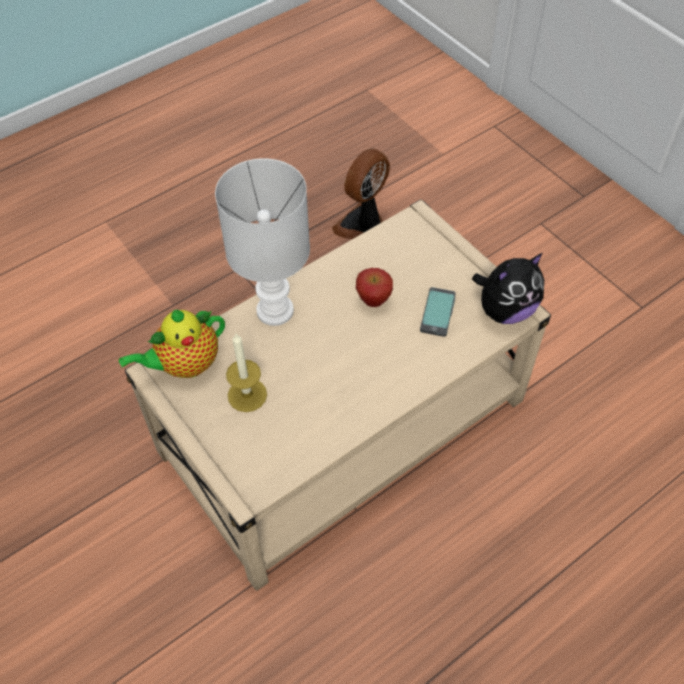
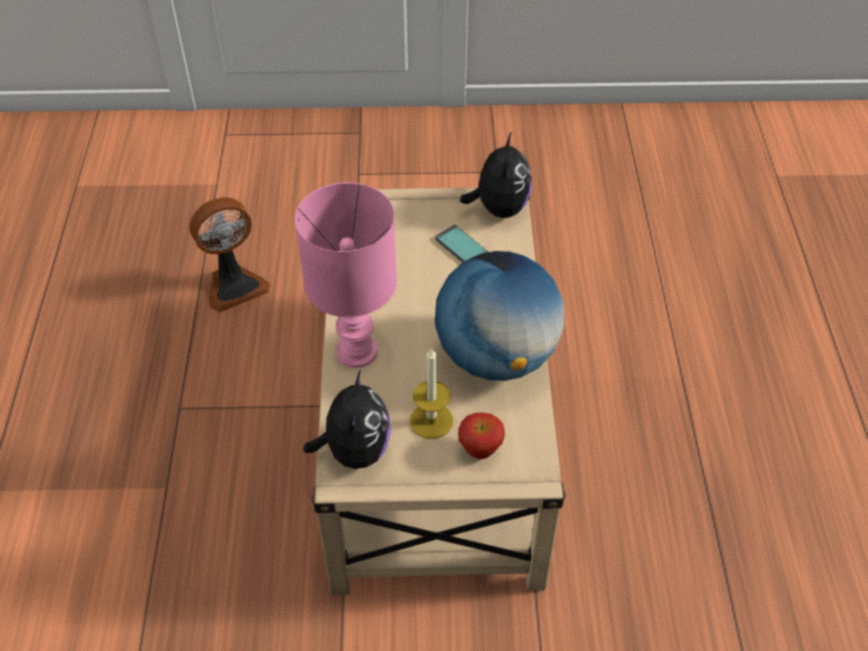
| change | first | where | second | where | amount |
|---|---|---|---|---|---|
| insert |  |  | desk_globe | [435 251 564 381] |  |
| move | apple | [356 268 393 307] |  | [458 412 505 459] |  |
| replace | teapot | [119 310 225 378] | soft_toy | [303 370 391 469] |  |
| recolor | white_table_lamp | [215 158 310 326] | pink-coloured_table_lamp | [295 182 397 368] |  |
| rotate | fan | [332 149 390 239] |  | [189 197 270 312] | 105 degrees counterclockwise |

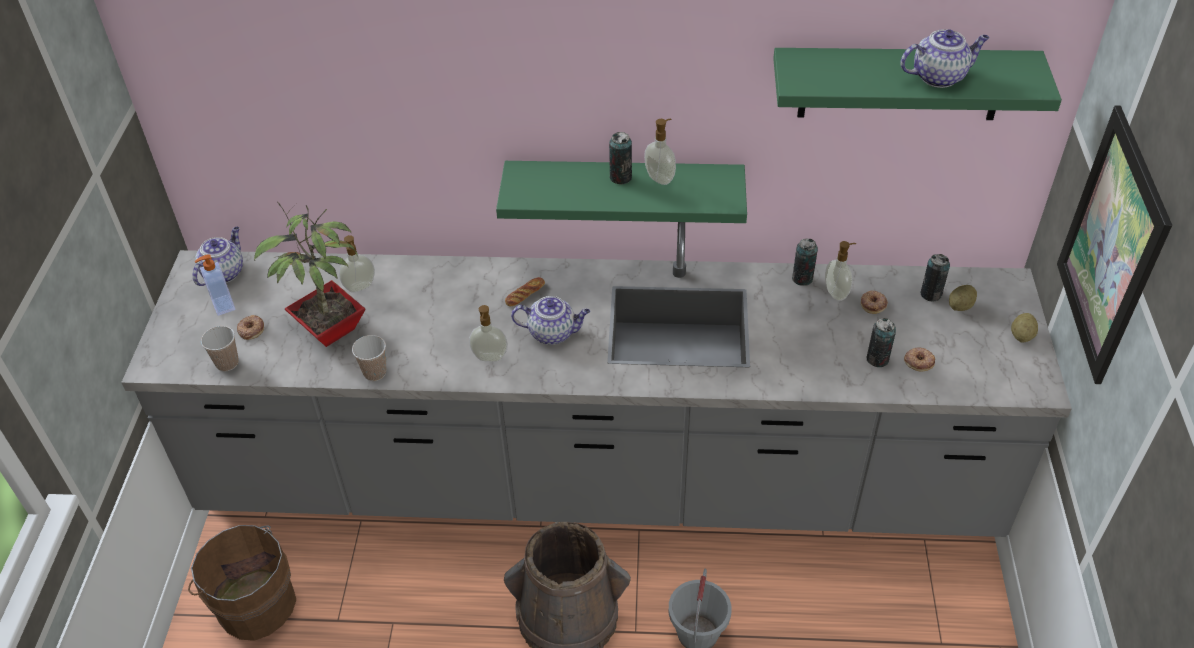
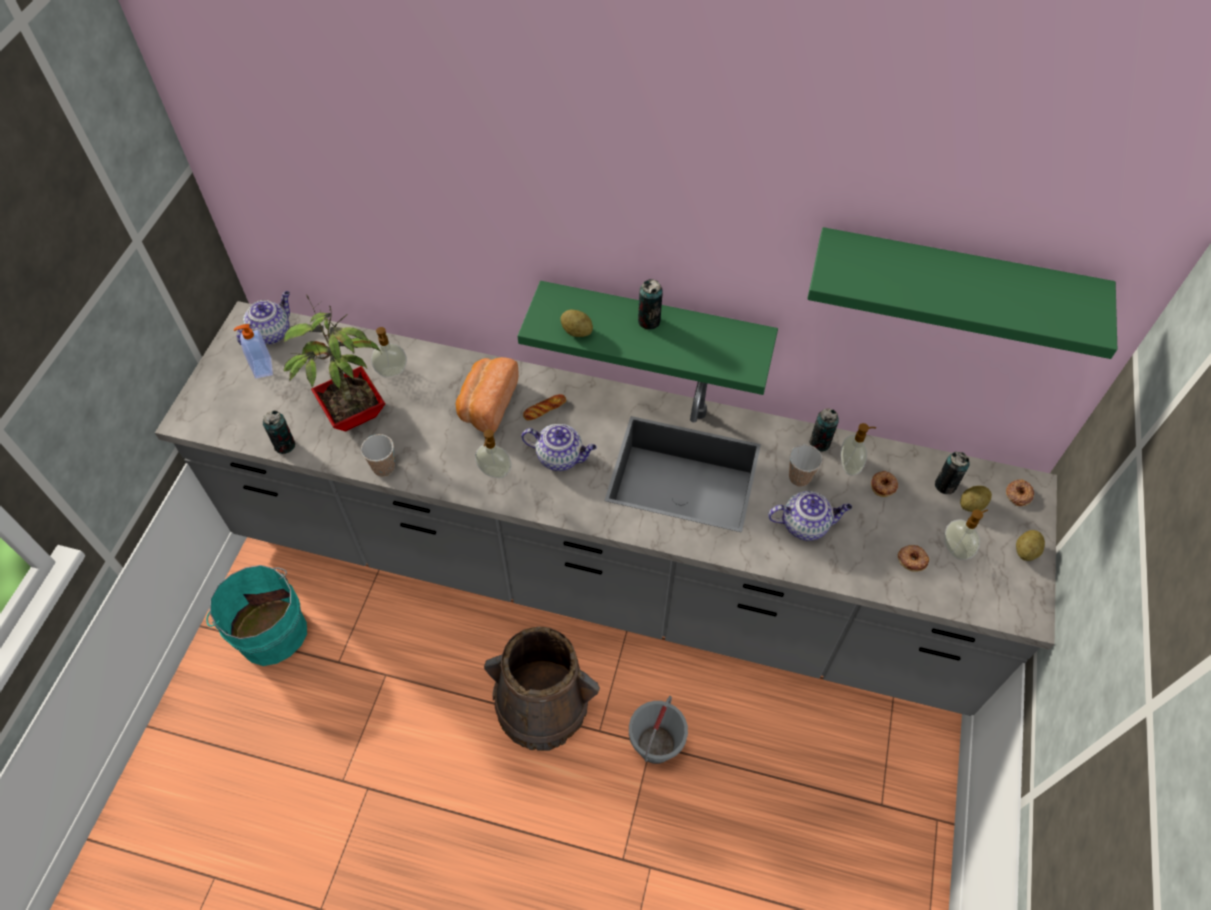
| change | first | where | second | where | amount |
|---|---|---|---|---|---|
| delete | wall_art | [1057 106 1172 384] |  |  |  |
| insert |  |  | bakery_bread | [456 357 519 432] |  |
| insert |  |  | potato | [560 310 593 337] |  |
| move | drinking_cup | [201 326 238 371] |  | [789 444 823 487] |  |
| move | doughnut | [237 315 264 340] |  | [1006 480 1034 506] |  |
| move | soap_bottle | [644 118 676 185] |  | [944 510 988 560] |  |
| move | can | [867 318 896 367] |  | [263 411 295 454] |  |
| move | teapot | [900 29 989 88] |  | [768 491 852 541] |  |
| recolor | brownish_pail | [188 525 296 641] | turquoise-coloured_pail | [206 565 307 666] |  |

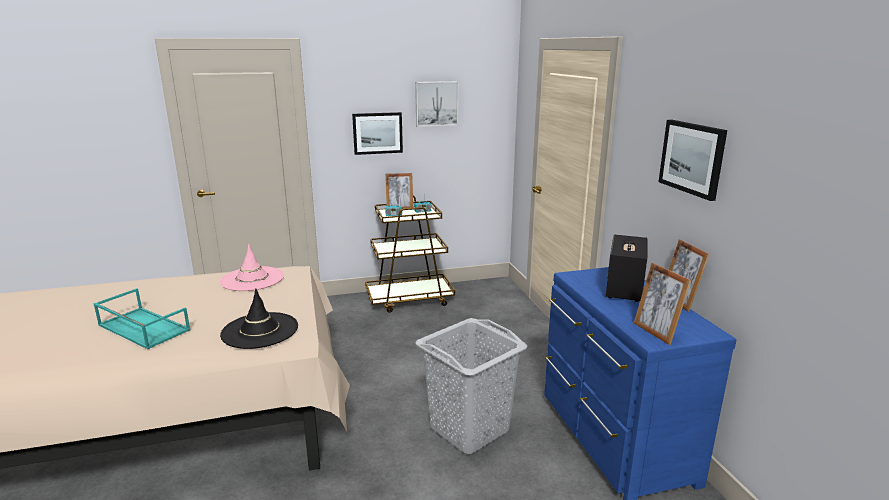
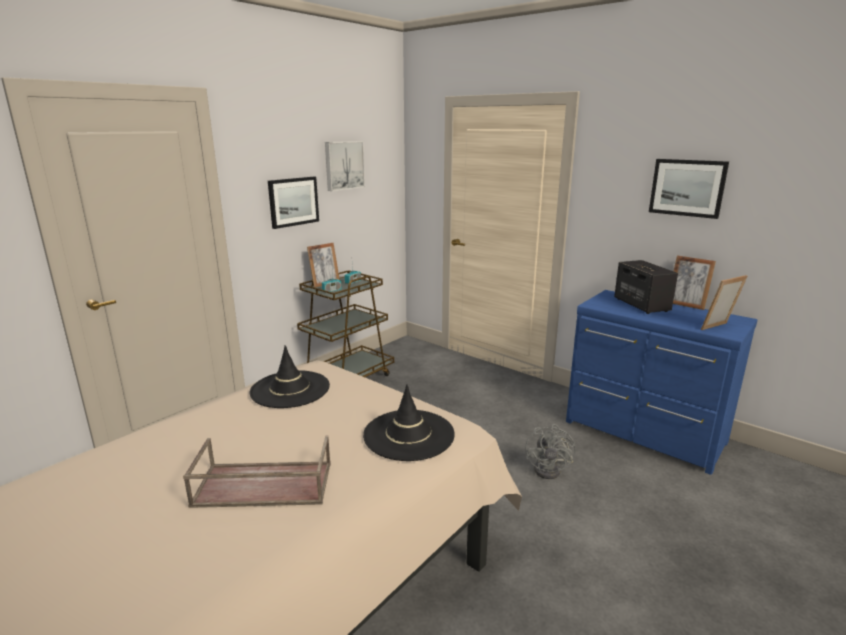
| change | first | where | second | where | amount |
|---|---|---|---|---|---|
| replace | grey_laundry_basket | [415 318 527 454] | grey_fan | [525 424 575 479] |  |
| recolor | turquoise-coloured_tray | [93 288 191 349] | brownish_tray | [183 435 331 508] |  |
| recolor | pink-coloured_hat | [220 244 284 291] | black-coloured_hat | [250 345 330 408] |  |
| rotate | picture_frame | [634 263 691 345] |  | [701 275 748 330] | 120 degrees clockwise |

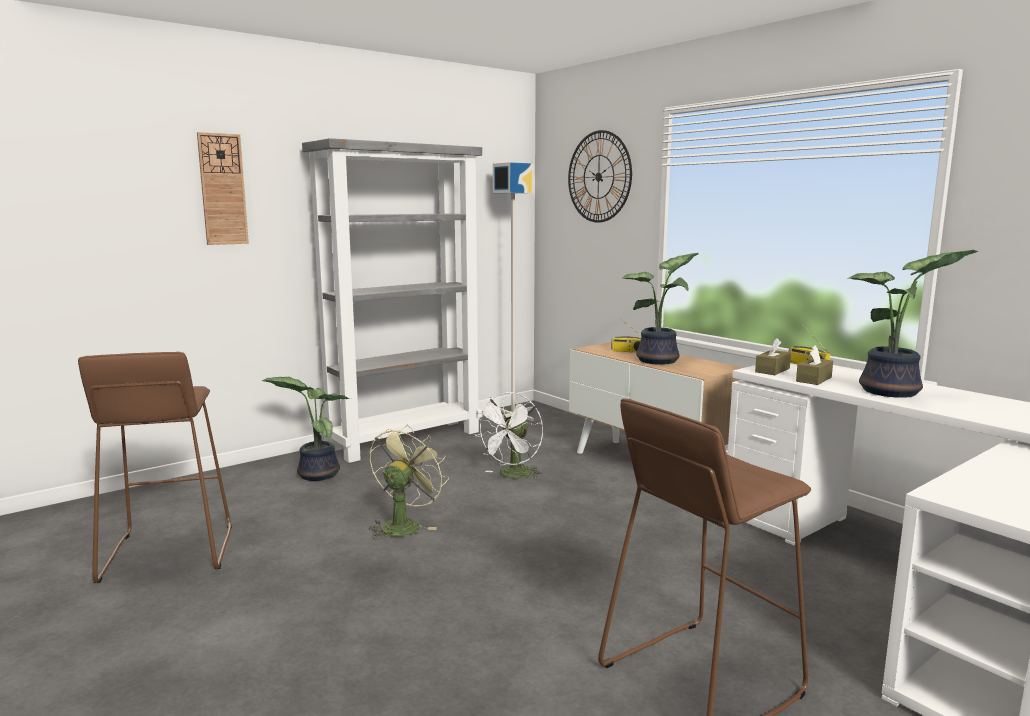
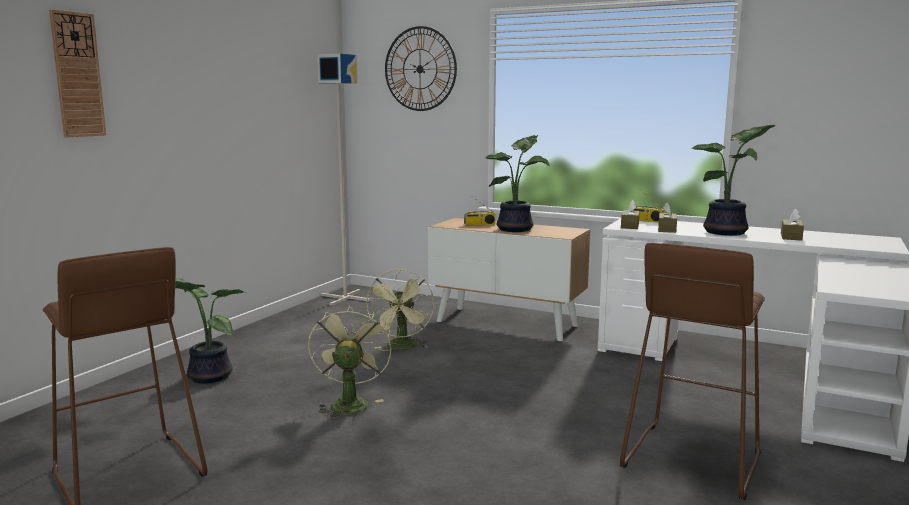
| change | first | where | second | where | amount |
|---|---|---|---|---|---|
| delete | grey_shelving_unit | [302 138 482 463] |  |  |  |
| insert |  |  | brownish_tissue_holder | [781 209 804 241] |  |
| recolor | white_fan | [474 392 543 479] | greenish_fan | [366 269 434 350] |  |

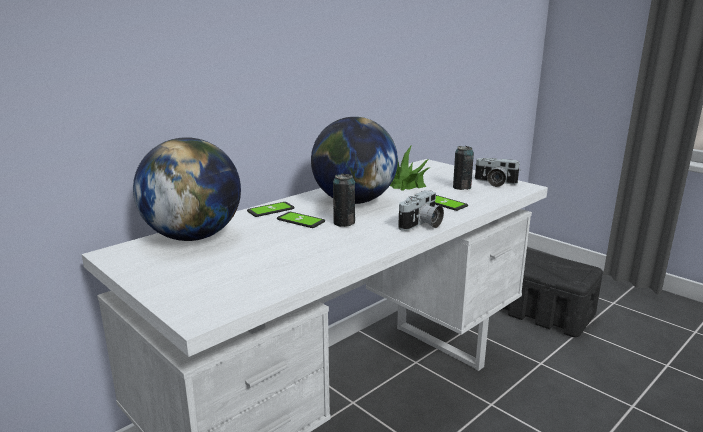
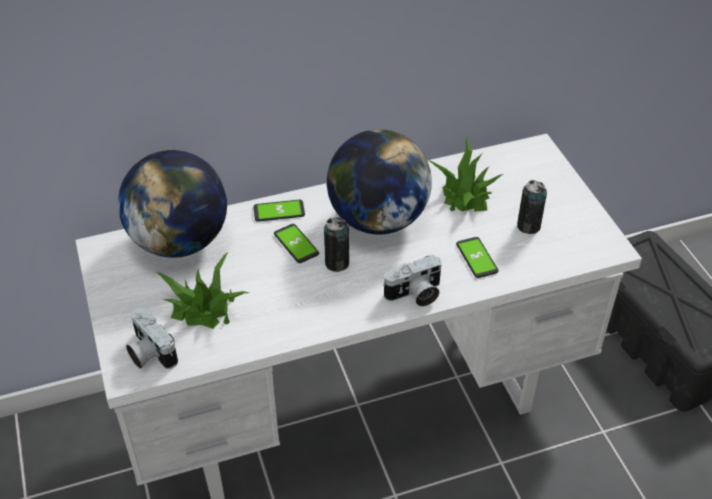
| change | first | where | second | where | amount |
|---|---|---|---|---|---|
| insert |  |  | potted_plant | [155 251 249 329] |  |
| move | photo_camera | [474 158 521 187] |  | [126 308 178 369] |  |

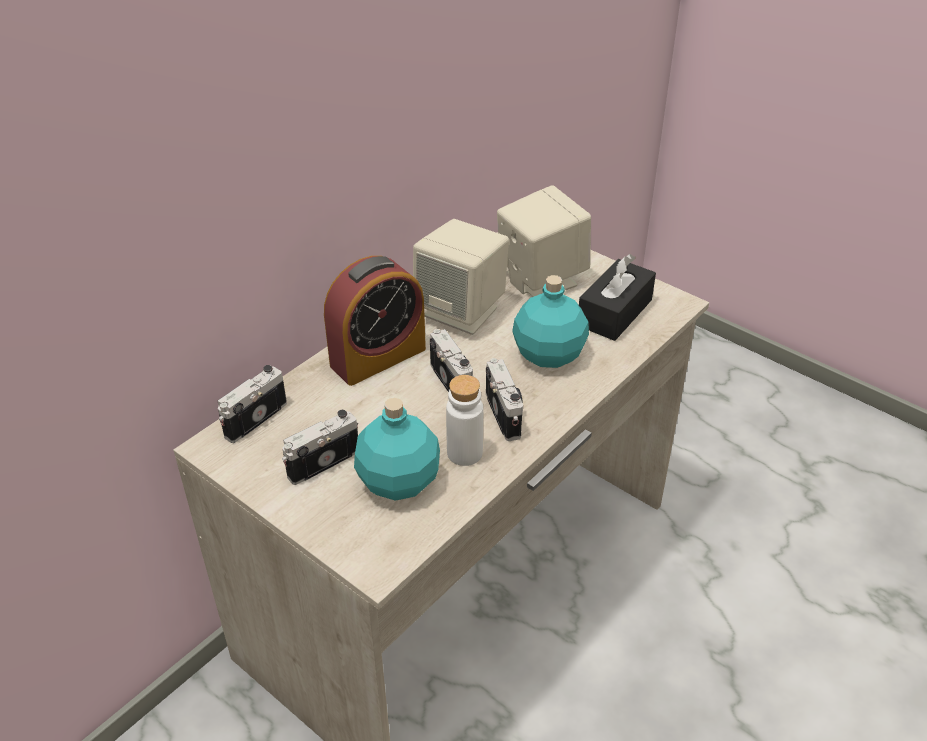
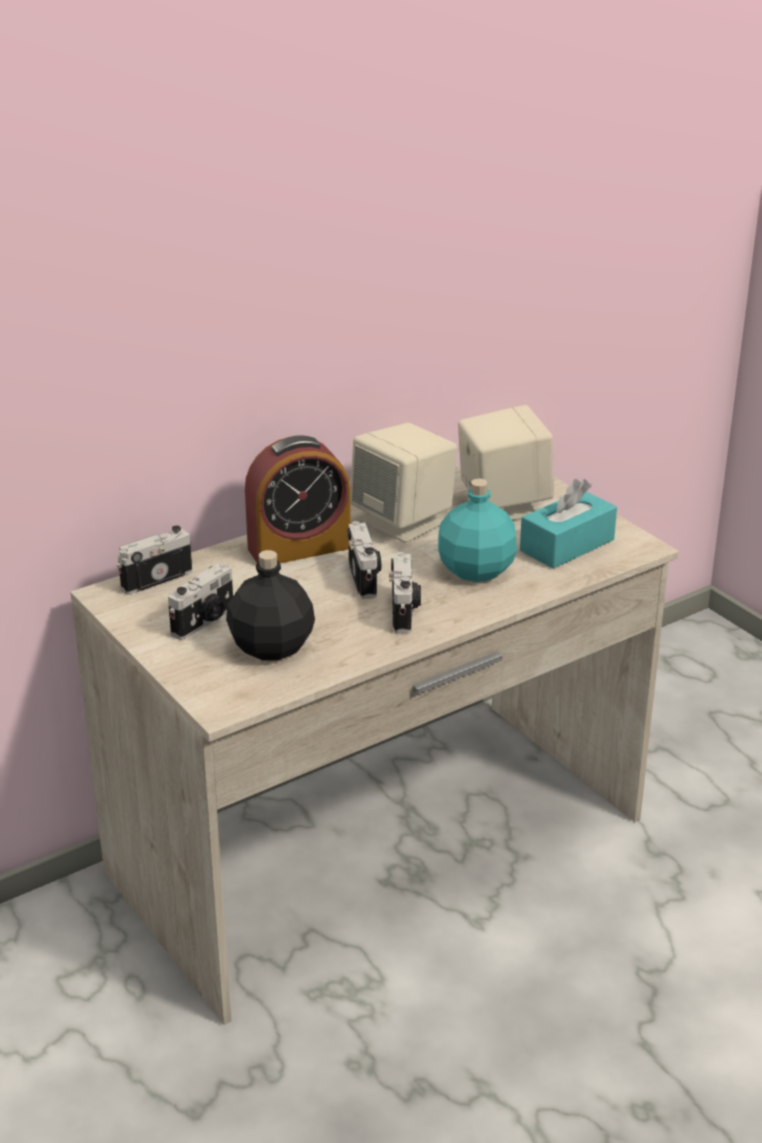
| change | first | where | second | where | amount |
|---|---|---|---|---|---|
| delete | white_bottle | [446 375 483 466] |  |  |  |
| recolor | turquoise-coloured_bottle | [354 398 440 501] | black-coloured_bottle | [226 550 315 661] |  |
| recolor | black-coloured_tissue_holder | [579 254 656 341] | turquoise-coloured_tissue_holder | [520 479 617 569] |  |
| rotate | photo_camera | [282 410 358 485] |  | [168 563 233 640] | 150 degrees clockwise |

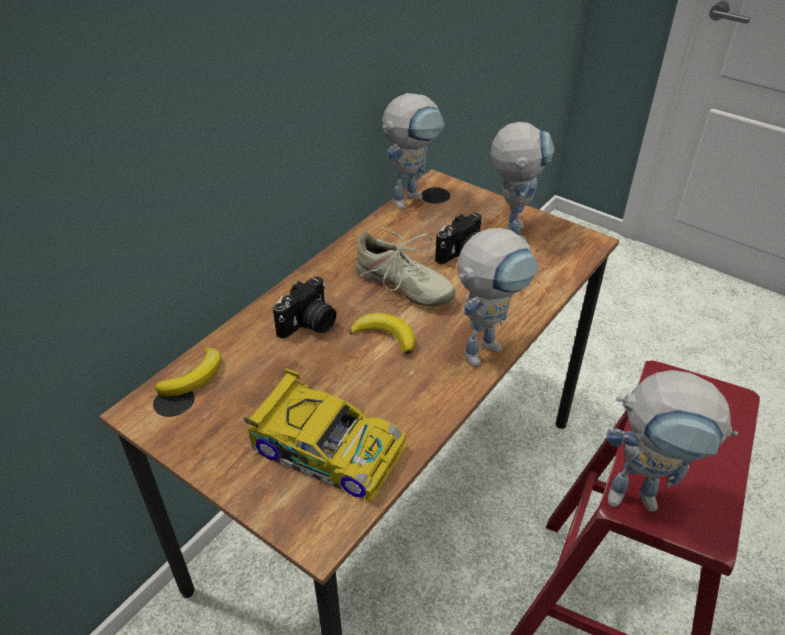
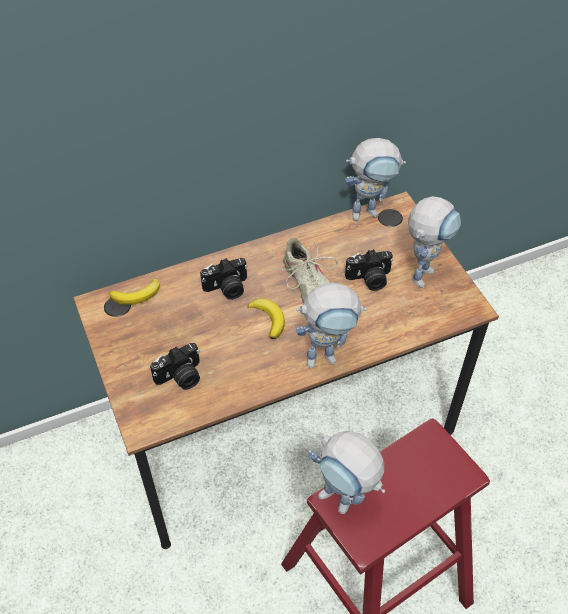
| change | first | where | second | where | amount |
|---|---|---|---|---|---|
| replace | miniature_car | [243 368 406 502] | photo_camera | [150 343 200 390] |  |

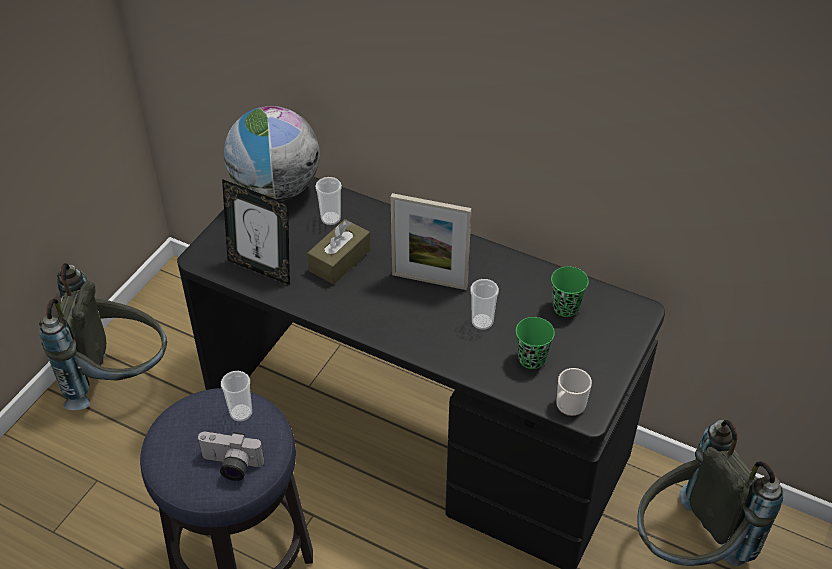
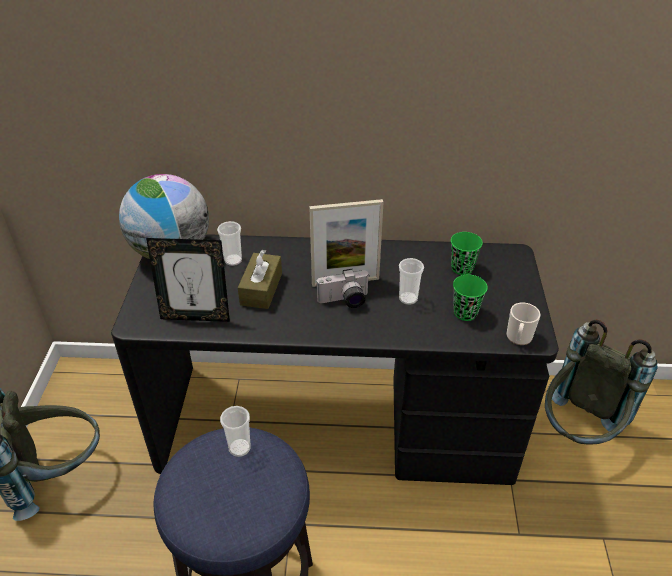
| change | first | where | second | where | amount |
|---|---|---|---|---|---|
| move | photo_camera | [198 432 264 481] |  | [317 269 369 308] |  |

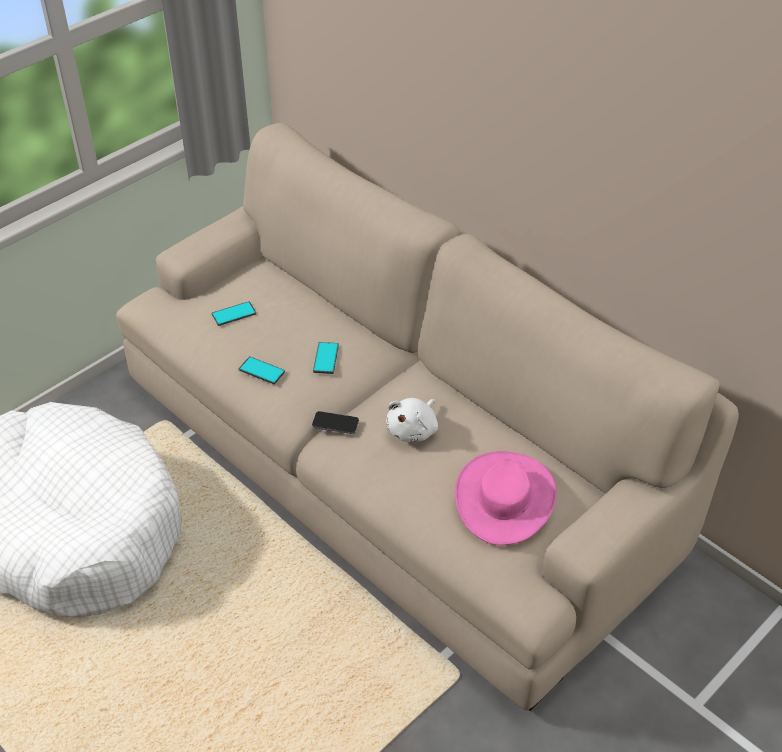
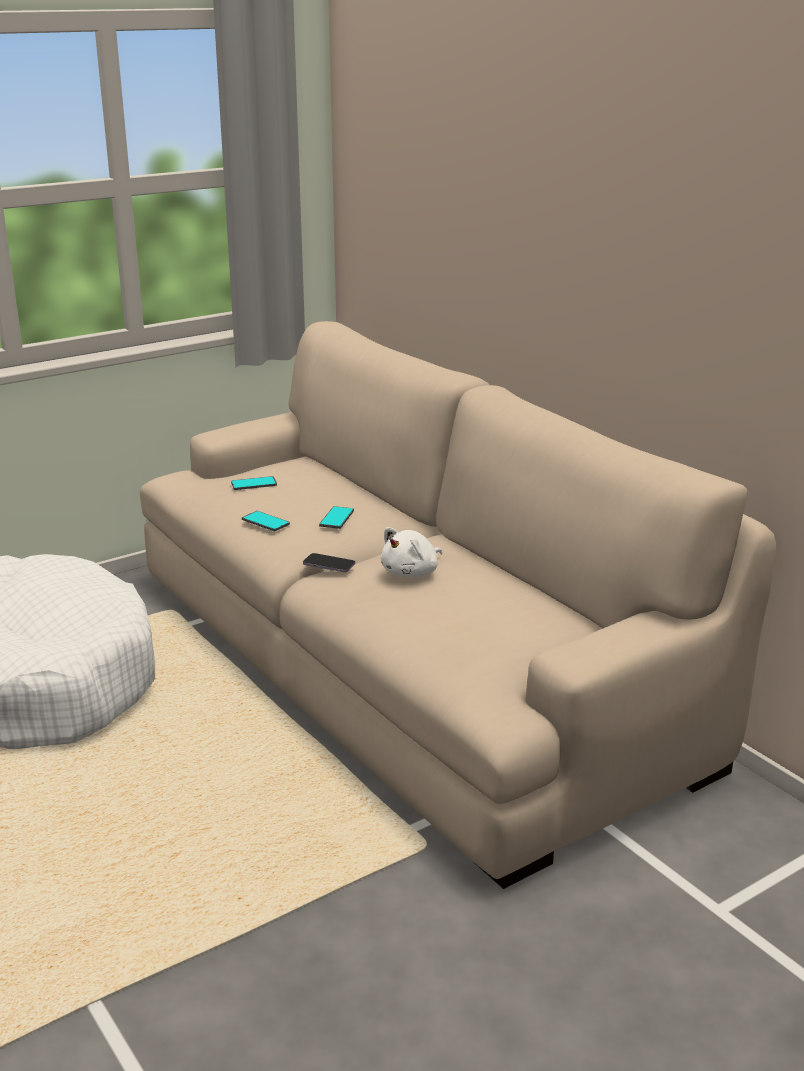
| change | first | where | second | where | amount |
|---|---|---|---|---|---|
| delete | pink-coloured_hat | [455 451 557 546] |  |  |  |

